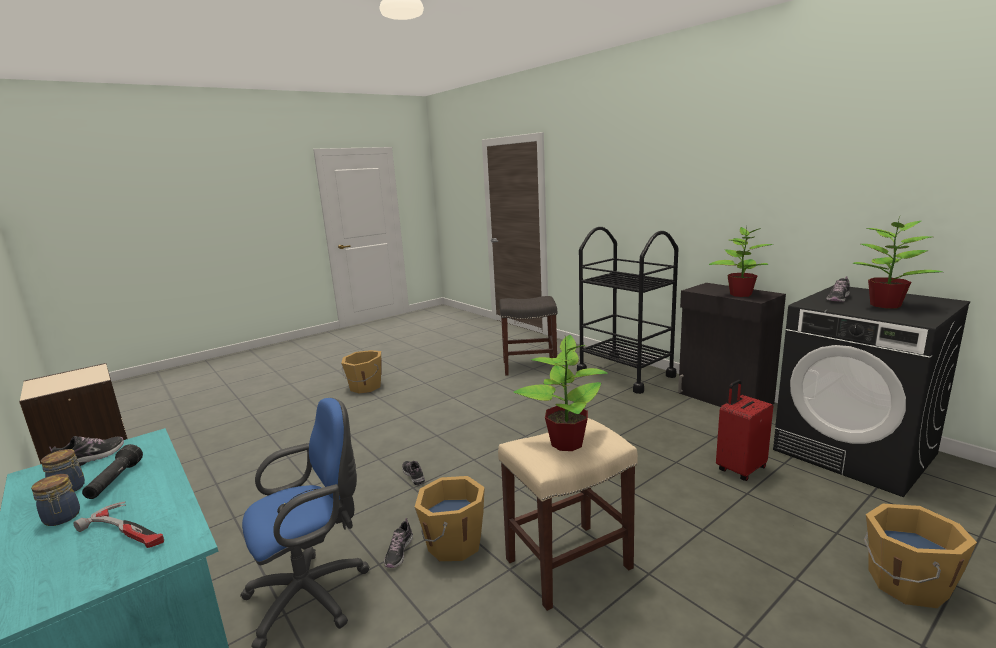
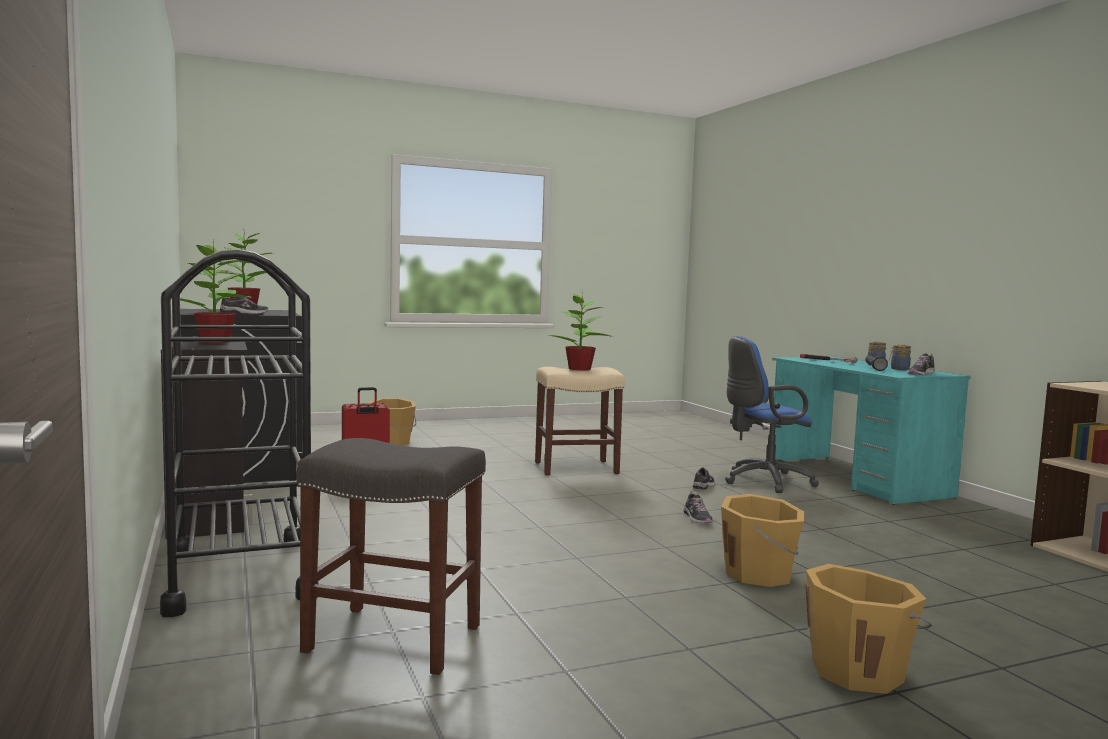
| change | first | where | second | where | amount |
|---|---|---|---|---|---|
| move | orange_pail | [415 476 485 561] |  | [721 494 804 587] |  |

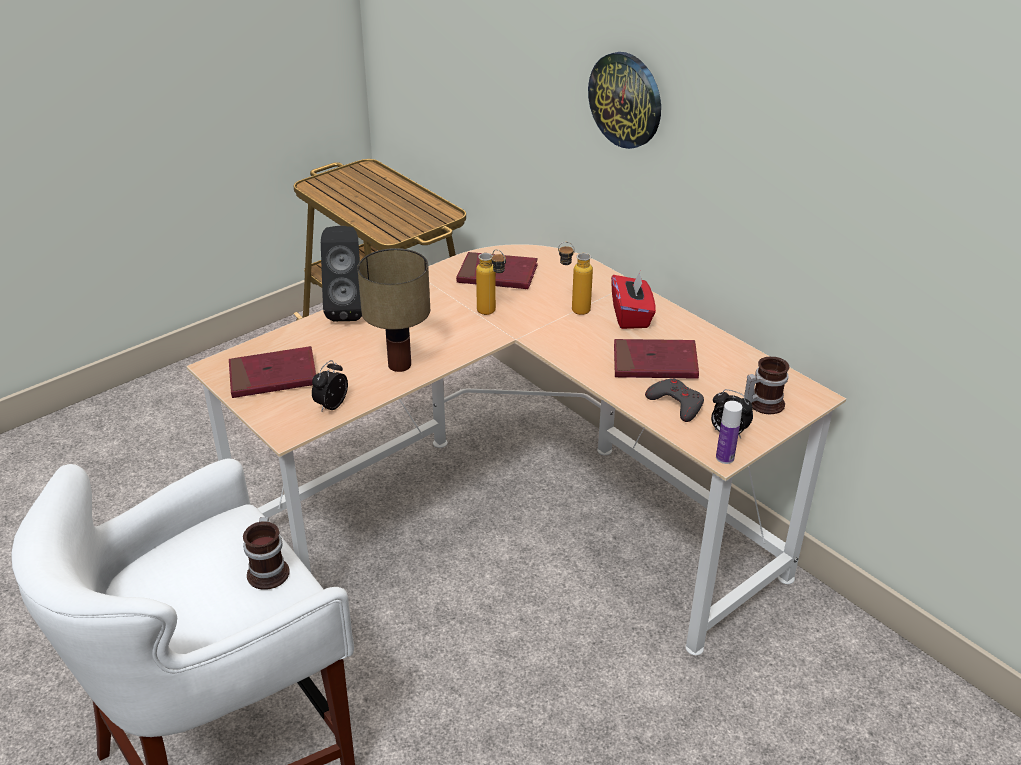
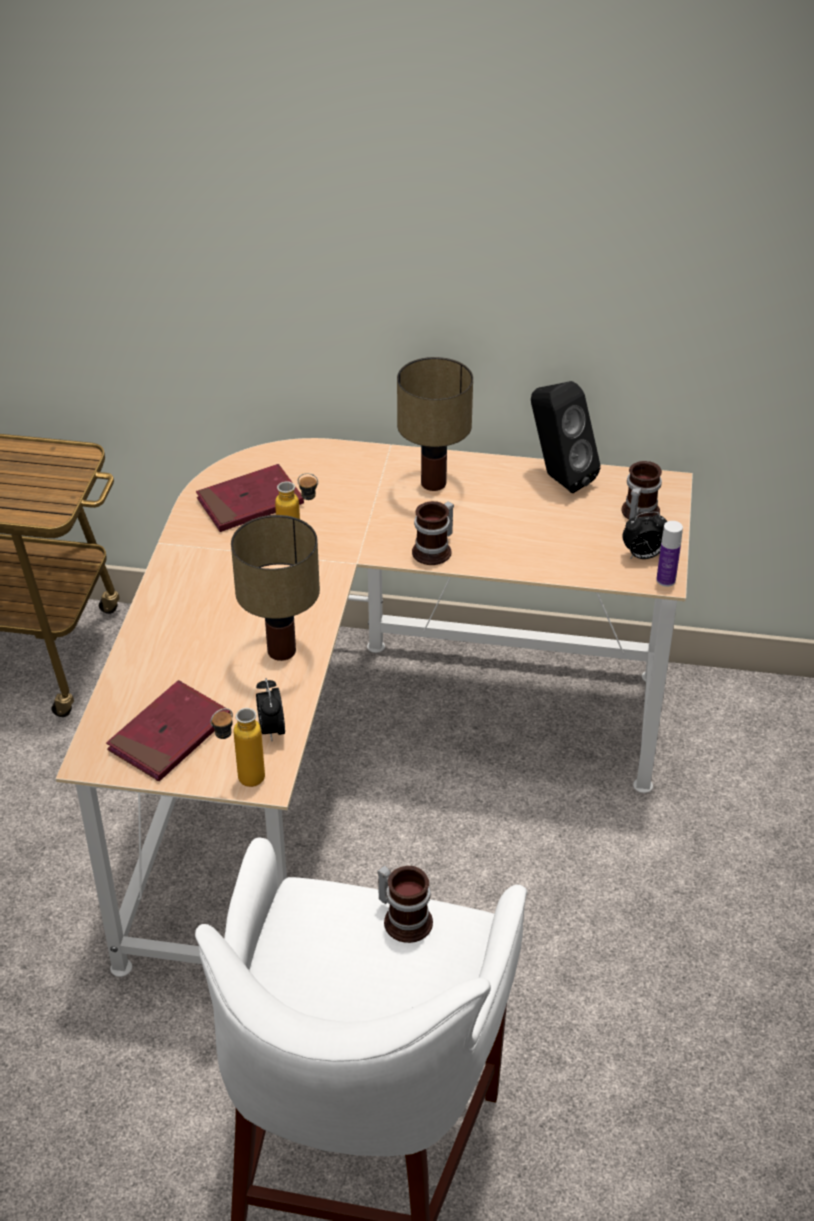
| change | first | where | second | where | amount |
|---|---|---|---|---|---|
| delete | wall_clock | [588 52 661 149] |  |  |  |
| delete | red-coloured_bound_book | [614 339 699 379] |  |  |  |
| delete | grey_joypad | [645 379 704 422] |  |  |  |
| insert |  |  | tea_mug | [412 501 454 565] |  |
| move | black-coloured_speaker | [321 226 362 321] |  | [531 381 601 493] |  |
| move | bottle | [558 242 593 315] |  | [210 708 265 787] |  |
| replace | red-coloured_tissue_holder | [611 271 656 329] | table_lamp | [397 357 473 491] |  |

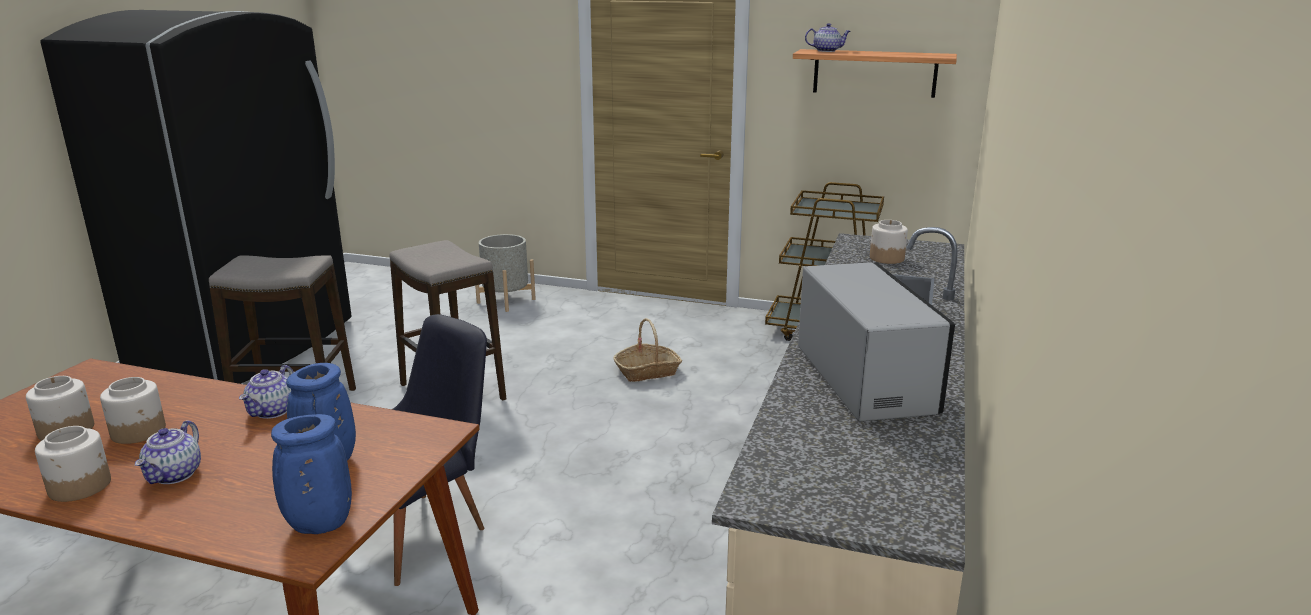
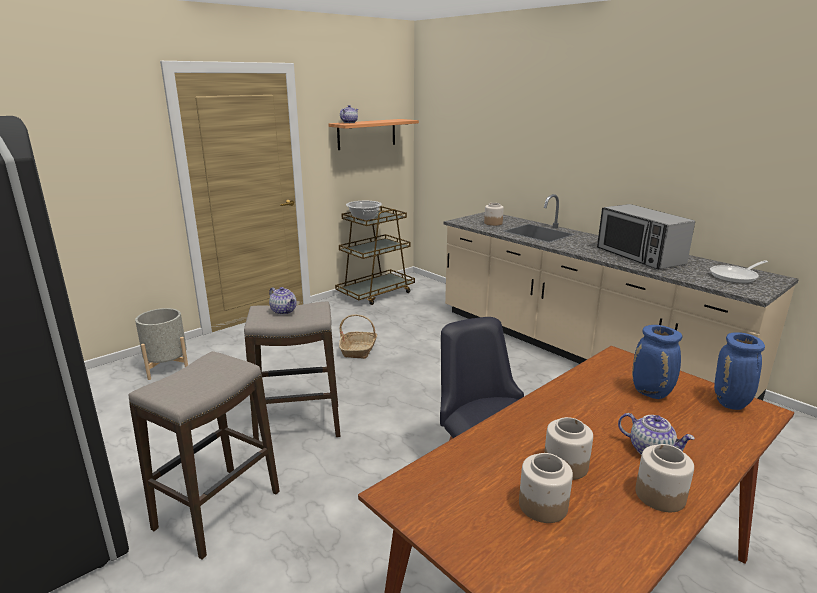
| change | first | where | second | where | amount |
|---|---|---|---|---|---|
| insert |  |  | stockpot | [346 201 382 220] |  |
| insert |  |  | pan | [710 260 768 283] |  |
| move | teapot | [239 365 294 419] |  | [269 287 297 315] |  |
| rotate | microwave | [798 262 955 422] |  | [597 204 695 269] | 135 degrees counterclockwise |

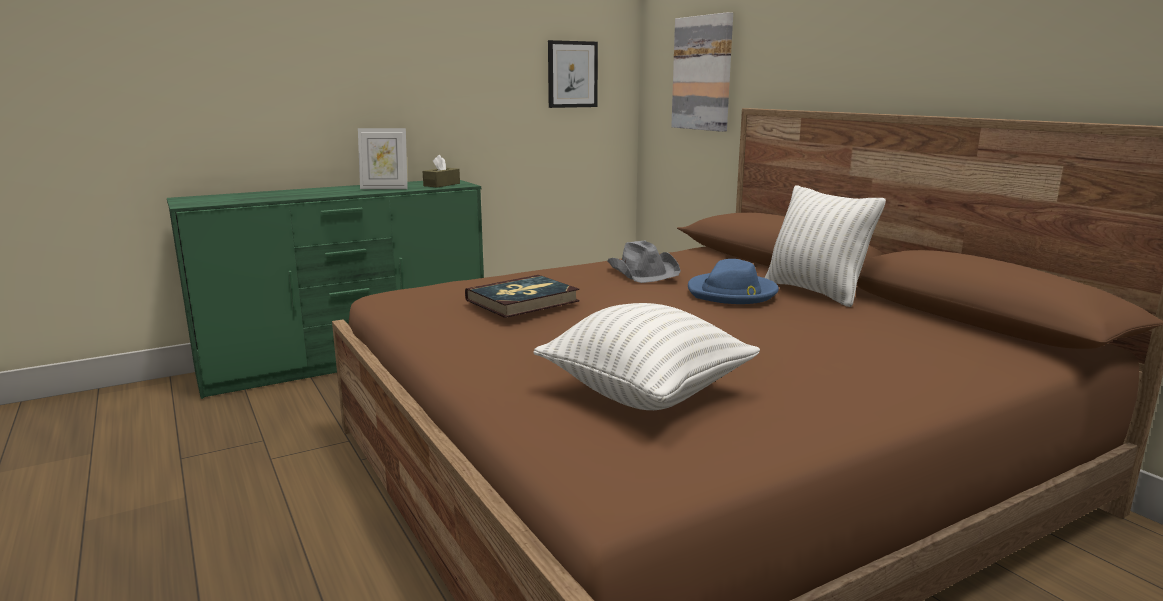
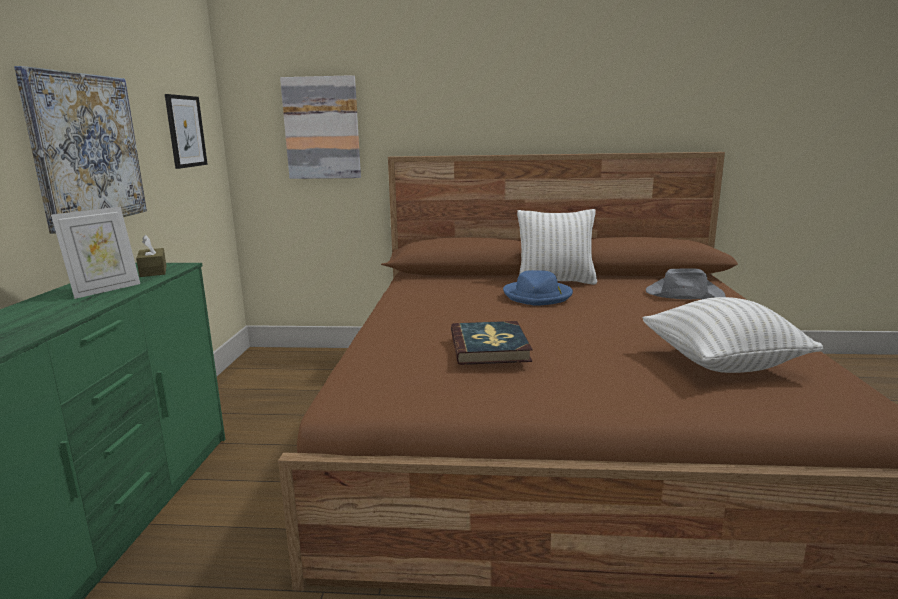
| change | first | where | second | where | amount |
|---|---|---|---|---|---|
| insert |  |  | wall_art | [14 66 147 234] |  |
| move | grey_hat | [607 240 681 283] |  | [646 268 726 299] |  |

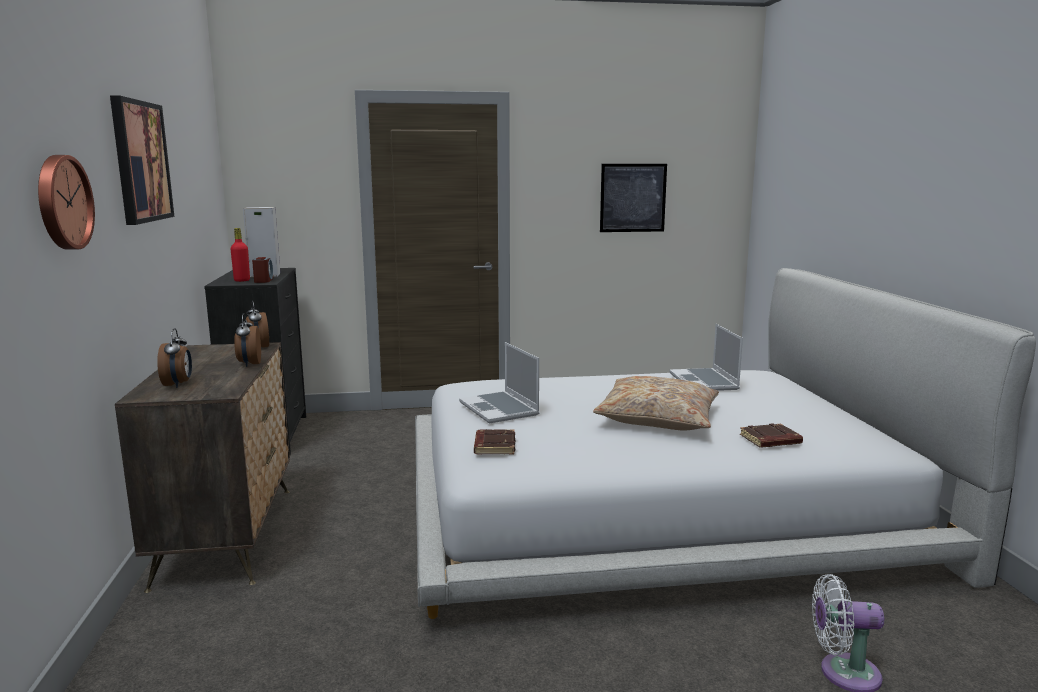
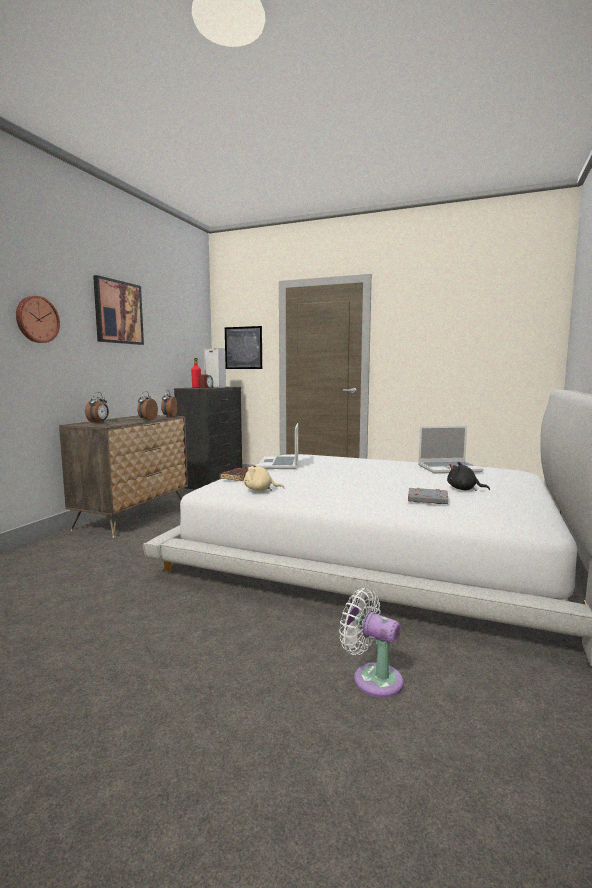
| change | first | where | second | where | amount |
|---|---|---|---|---|---|
| delete | beige_pillow | [593 376 719 431] |  |  |  |
| insert |  |  | beige_soft_toy | [244 463 284 491] |  |
| insert |  |  | black-coloured_soft_toy | [447 462 490 491] |  |
| move | wall_art | [600 164 667 232] |  | [225 326 262 369] |  |
| recolor | brownish_bound_book | [740 423 803 448] | grey_bound_book | [408 488 448 504] |  |
| rotate | laptop | [669 324 743 391] |  | [418 426 484 474] | 120 degrees counterclockwise |

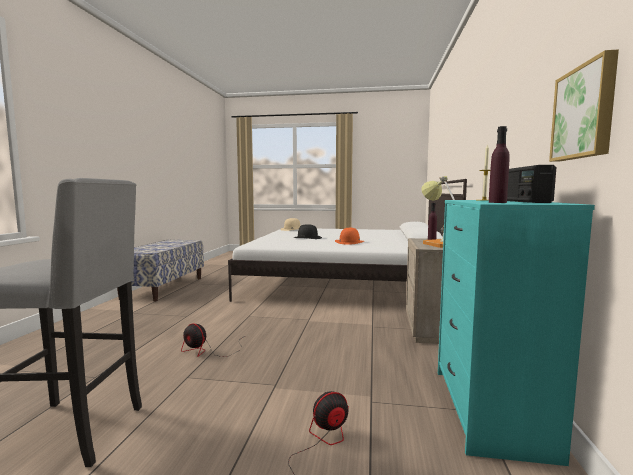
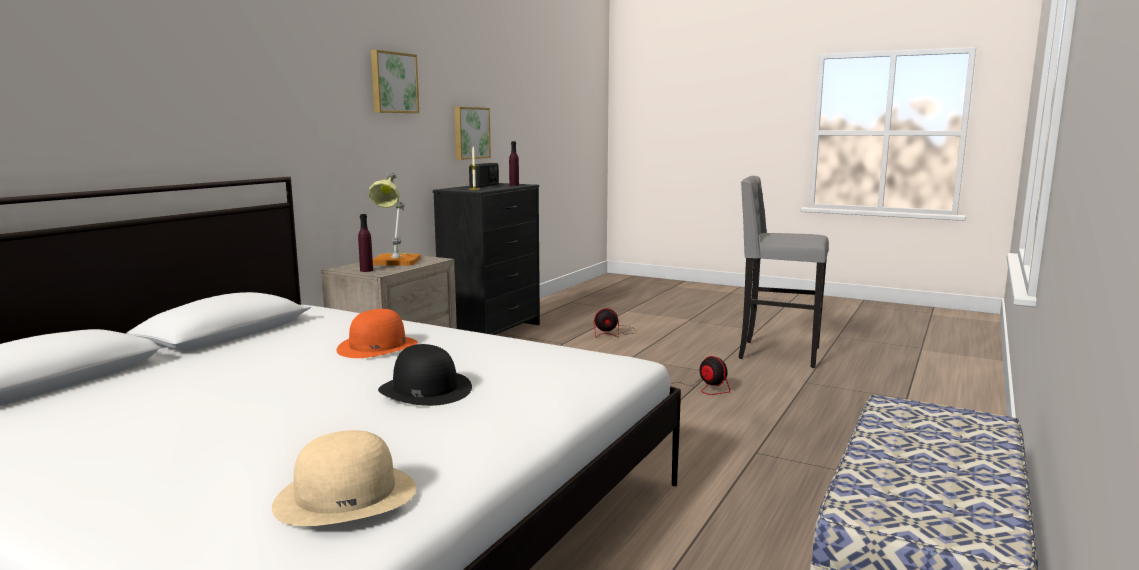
| change | first | where | second | where | amount |
|---|---|---|---|---|---|
| insert |  |  | wall_art | [371 50 419 113] |  |
| recolor | turquoise-coloured_dresser | [438 200 595 466] | black-coloured_dresser | [433 183 540 335] |  |

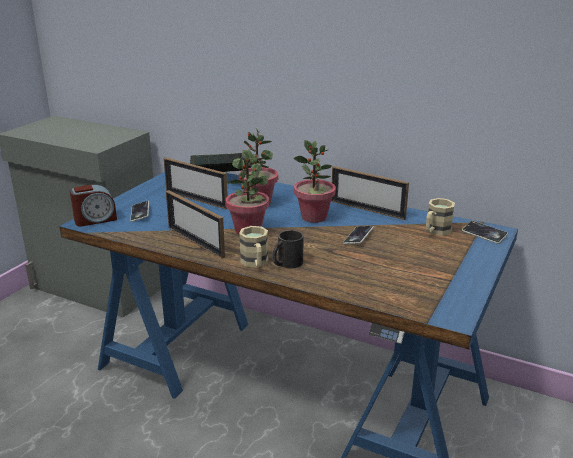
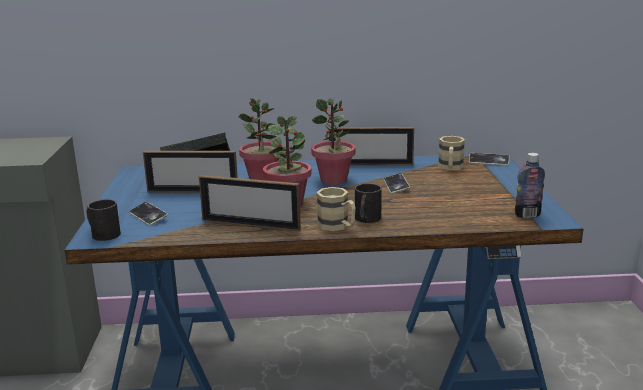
| change | first | where | second | where | amount |
|---|---|---|---|---|---|
| insert |  |  | bottle | [515 153 545 218] |  |
| replace | alarm_clock | [70 184 117 226] | black-coloured_tea_mug | [87 199 121 241] |  |

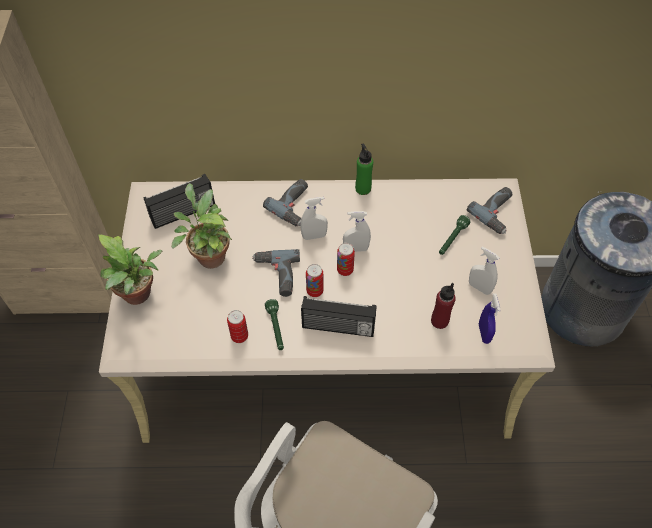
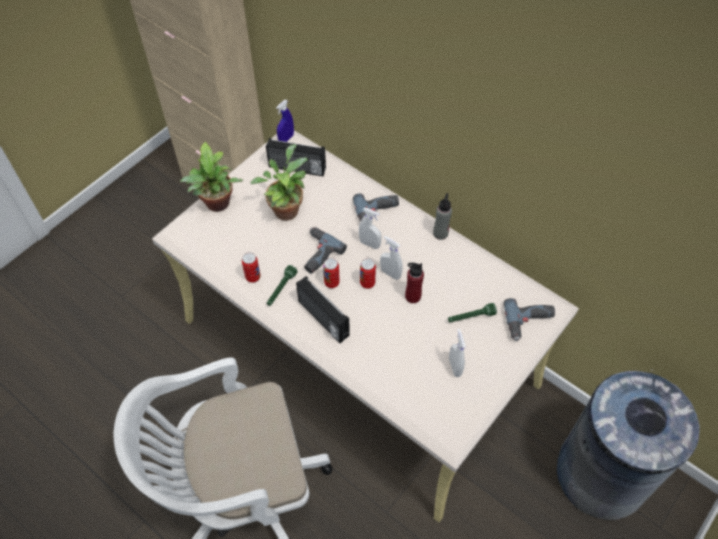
| change | first | where | second | where | amount |
|---|---|---|---|---|---|
| move | red-coloured_bottle | [431 283 456 329] |  | [405 263 424 303] |  |
| move | blue-coloured_hand_sprayer | [479 294 501 344] |  | [276 100 294 142] |  |
| recolor | greenish_bottle | [355 144 373 195] | grey_bottle | [433 193 452 240] |  |

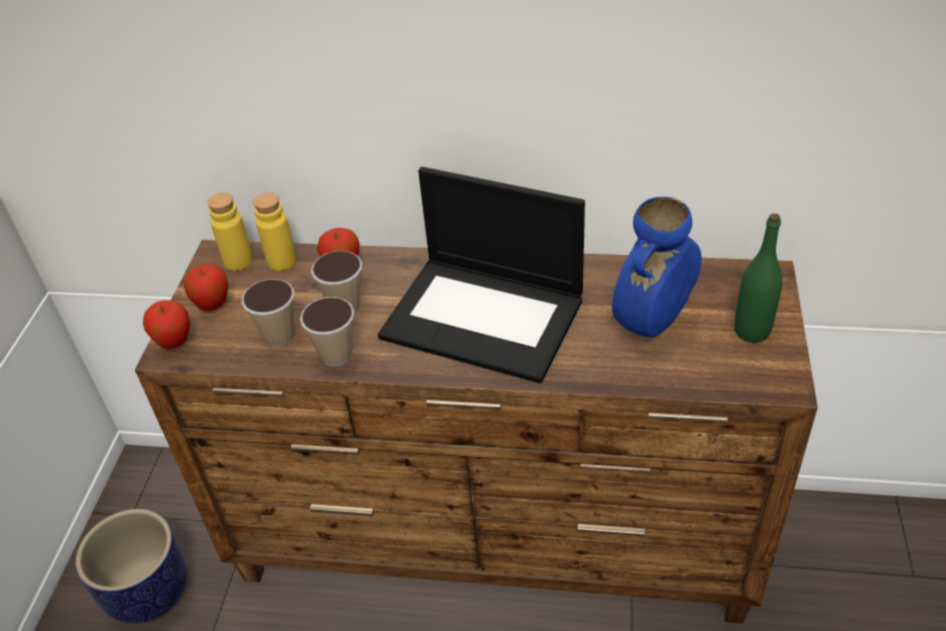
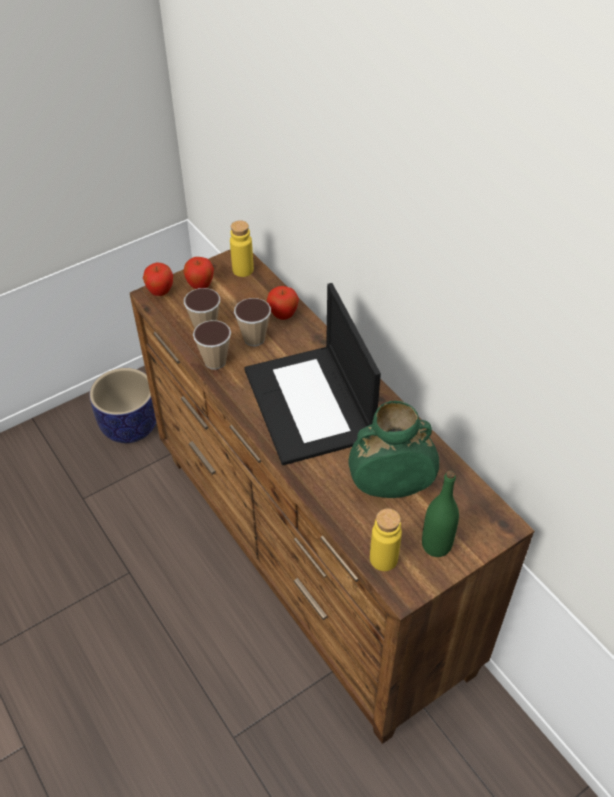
| change | first | where | second | where | amount |
|---|---|---|---|---|---|
| move | yellow-coloured_bottle | [253 193 297 271] |  | [370 508 402 571] |  |
| recolor | blue-coloured_flower_vase | [612 197 702 337] | greenish_flower_vase | [348 401 439 498] |  |

